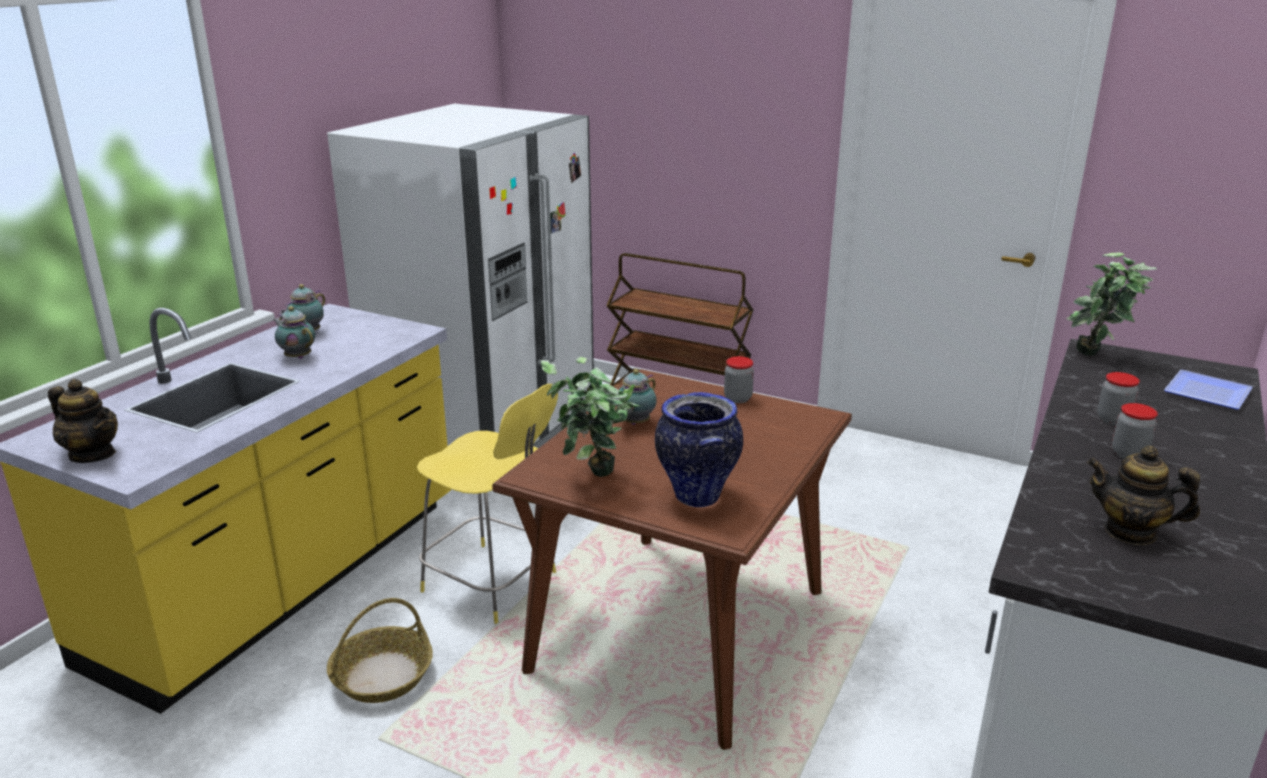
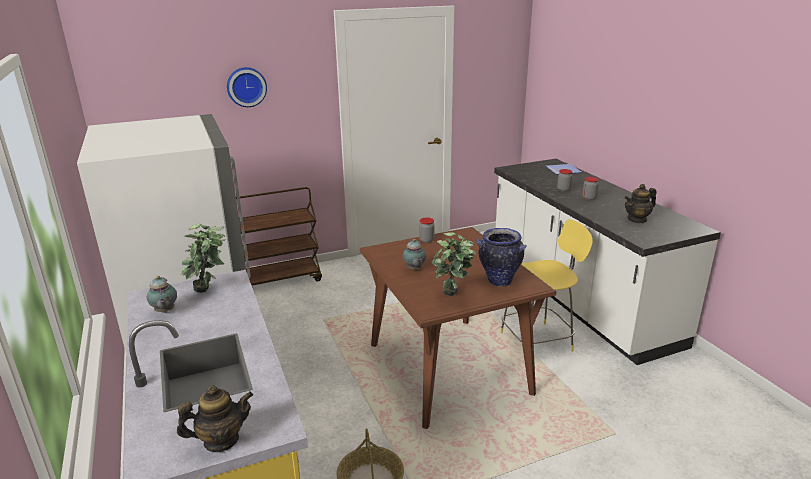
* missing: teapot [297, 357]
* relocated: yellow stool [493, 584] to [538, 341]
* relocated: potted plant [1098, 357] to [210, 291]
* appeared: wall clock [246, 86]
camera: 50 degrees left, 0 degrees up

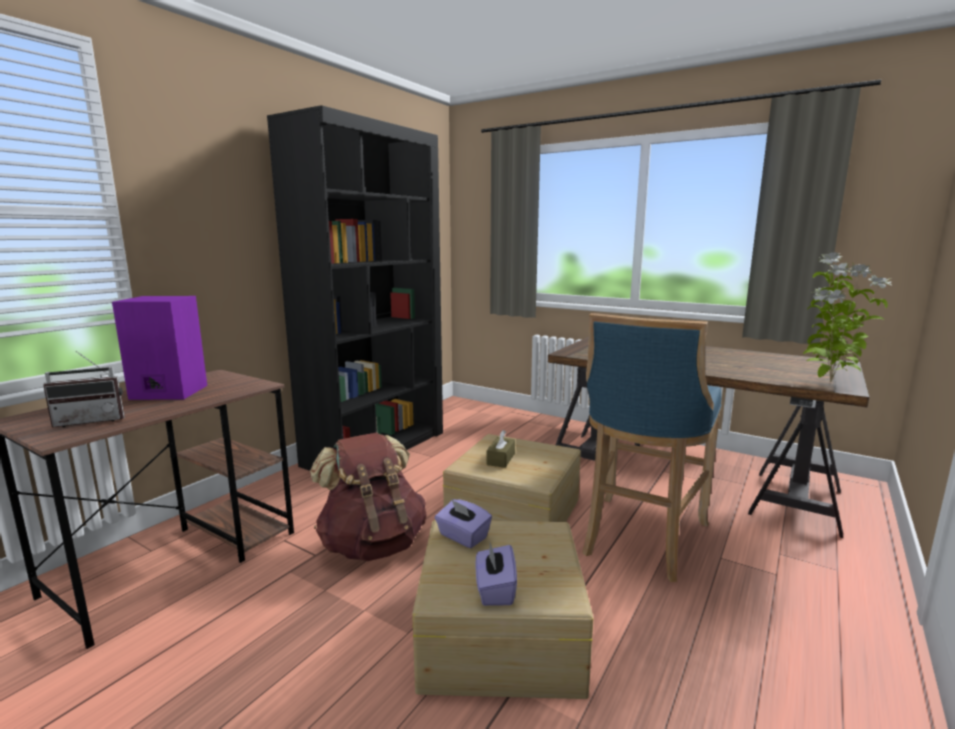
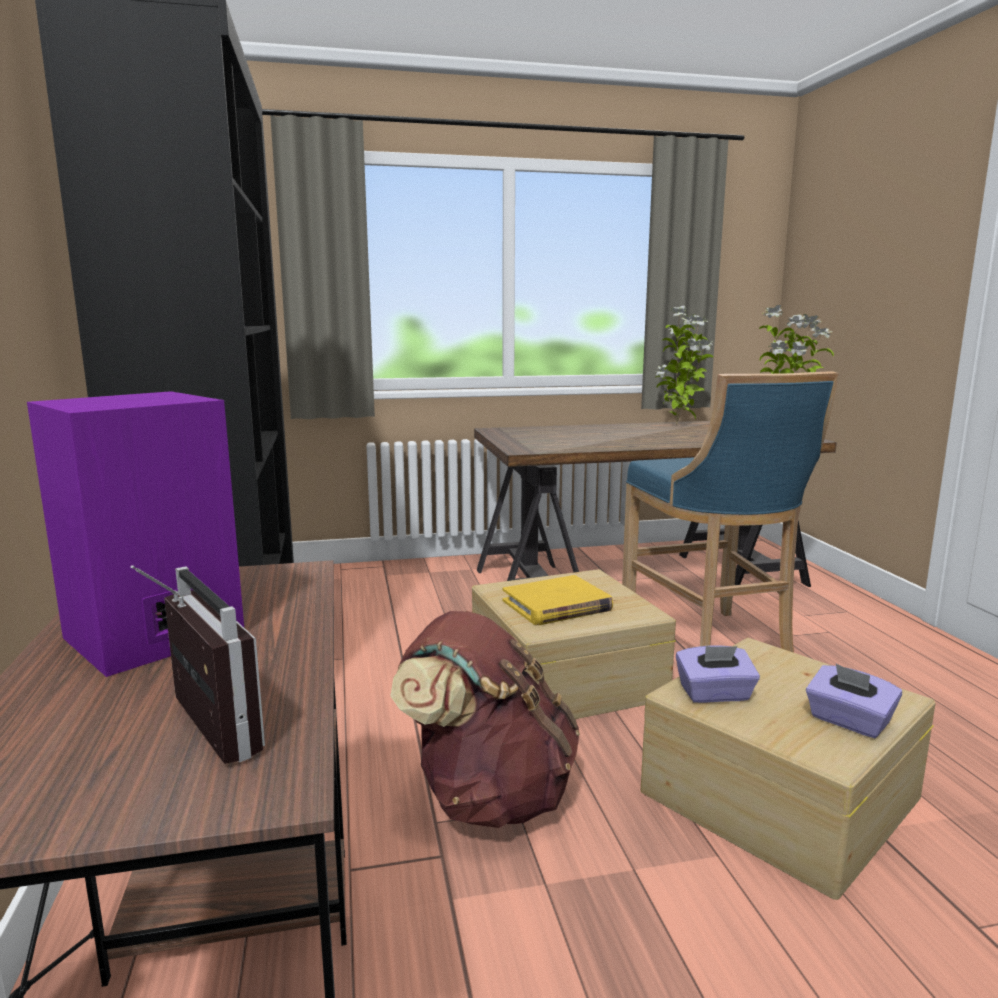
* spun: radio [92, 420] = [196, 732] 60 degrees counterclockwise
* exchanged: brown tissue box [501, 459] to yellow book [557, 605]
* appeared: potted plant [678, 424]
camera: 45 degrees left, 0 degrees up

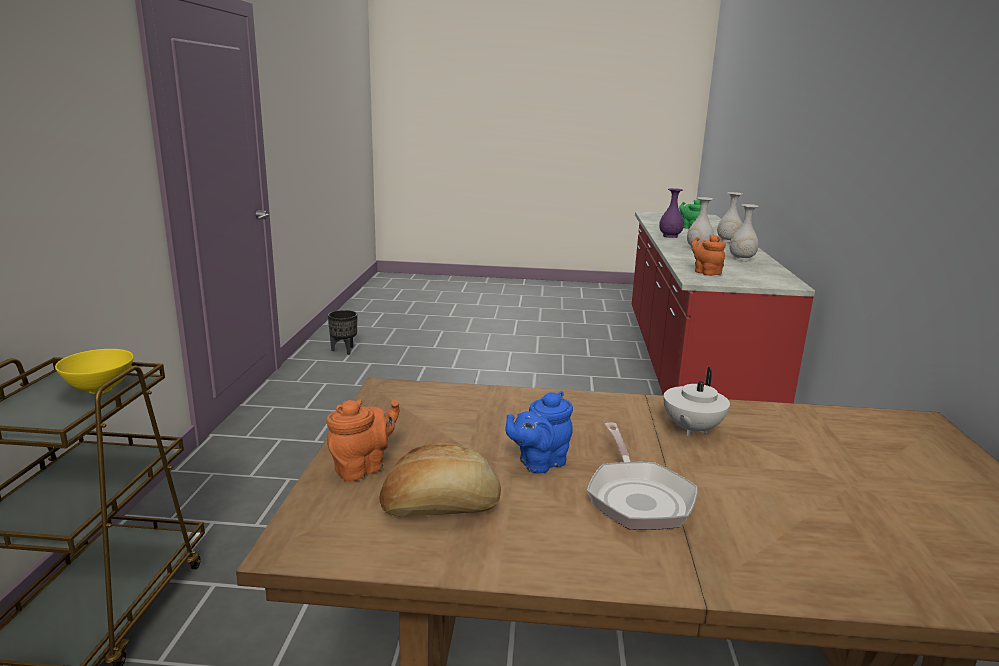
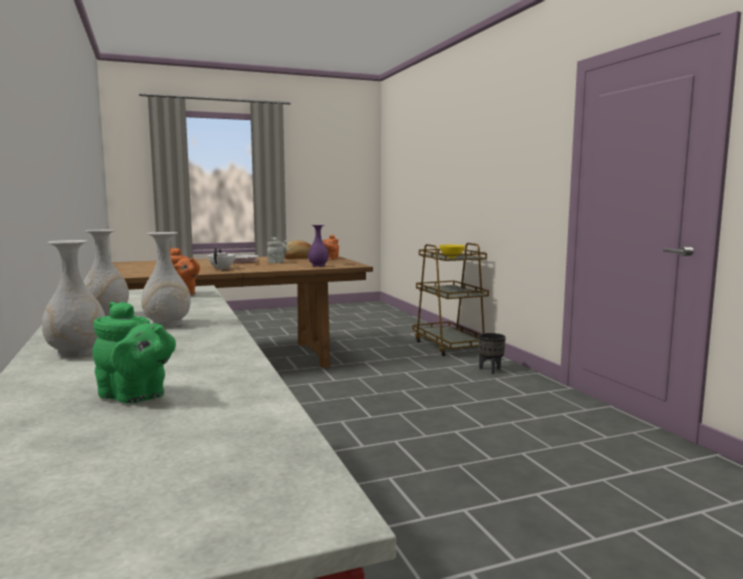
* relocated: black planter [344, 350] to [491, 370]
* colour: blue teapot [539, 463] to grey teapot [277, 262]
* relocated: purple vase [670, 236] to [318, 265]
camera: 155 degrees right, 10 degrees down

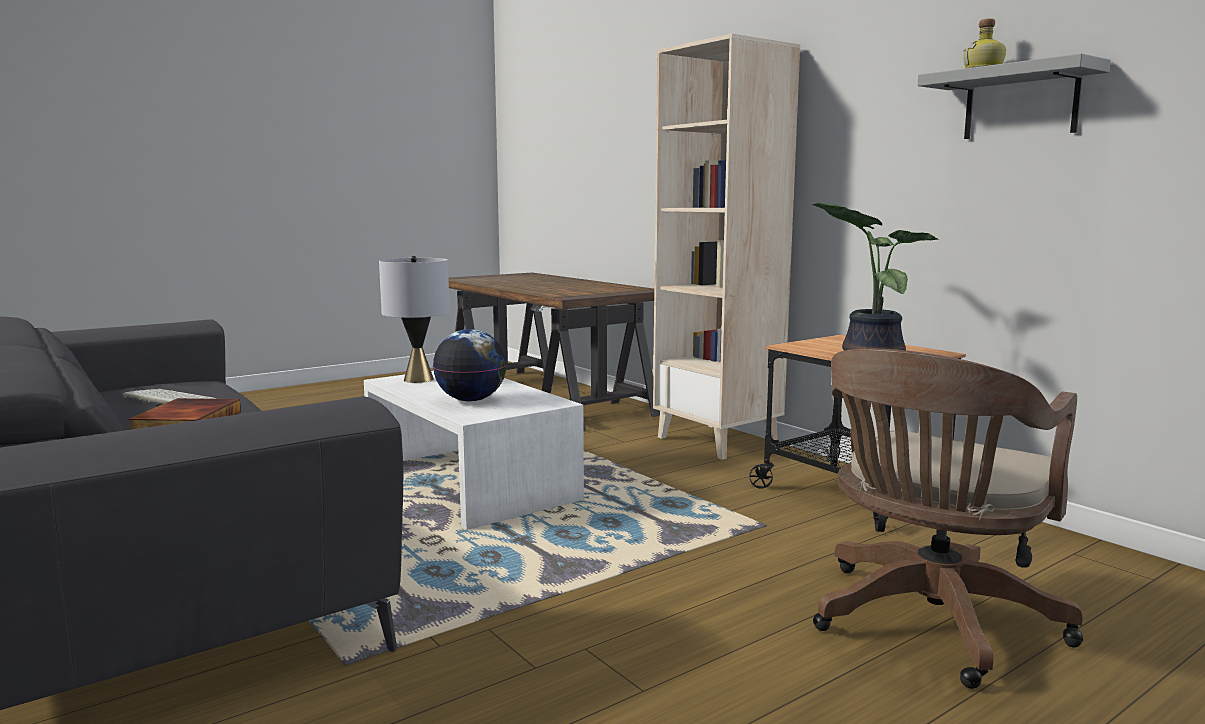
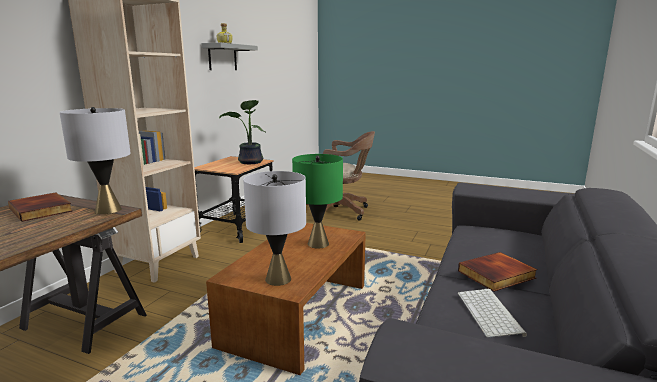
* colour: white coffee table [468, 482] to brown coffee table [298, 314]
* exchanged: globe [471, 400] to green table lamp [318, 244]
* appeared: book [42, 210]
* appeared: grey table lamp [108, 210]
camera: 120 degrees left, 5 degrees up

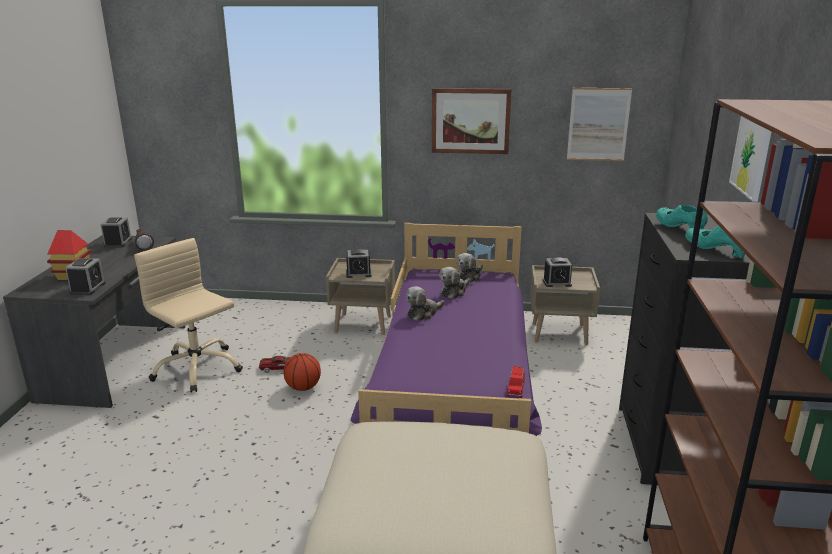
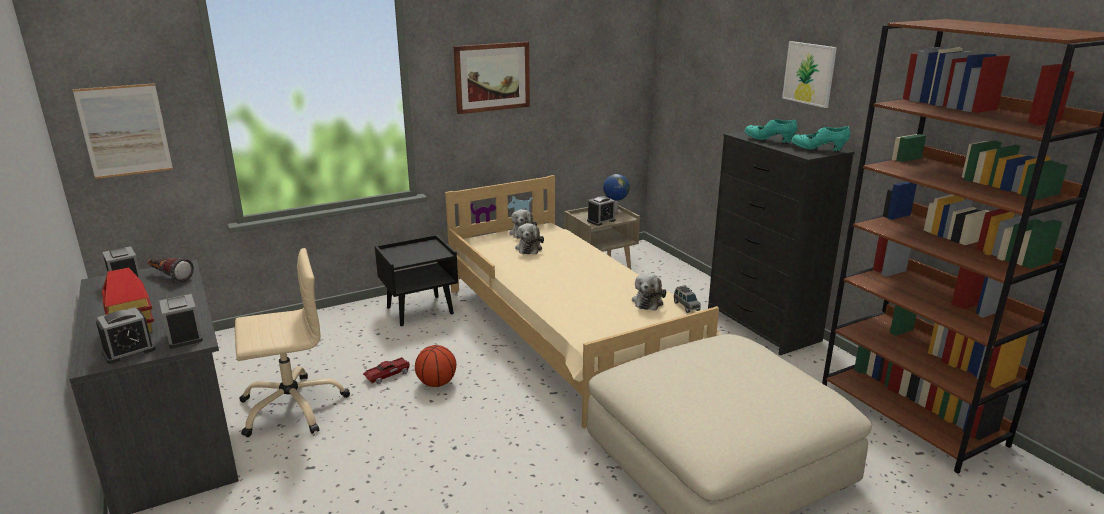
* spun: beige office chair [197, 369] = [292, 407] 150 degrees clockwise
* colour: beige nightstand [364, 324] to black nightstand [420, 310]
* relocated: alarm clock [358, 274] to [129, 351]
* colour: purple bed [454, 383] to beige bed [567, 333]
* relocated: plush toy [423, 313] to [648, 301]
* colour: red toy car [515, 389] to grey toy car [686, 306]
* relocated: picture [598, 124] to [125, 131]
* appeared: globe [615, 211]
camera: 35 degrees left, 0 degrees up

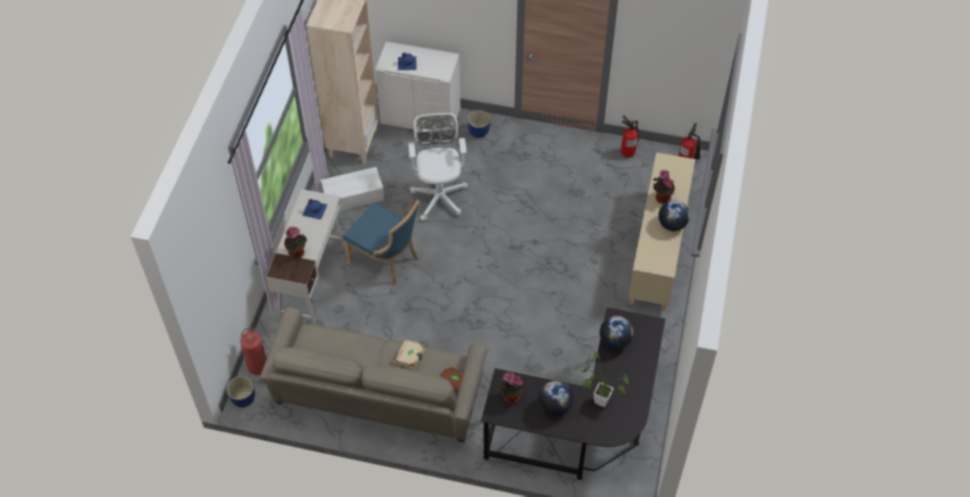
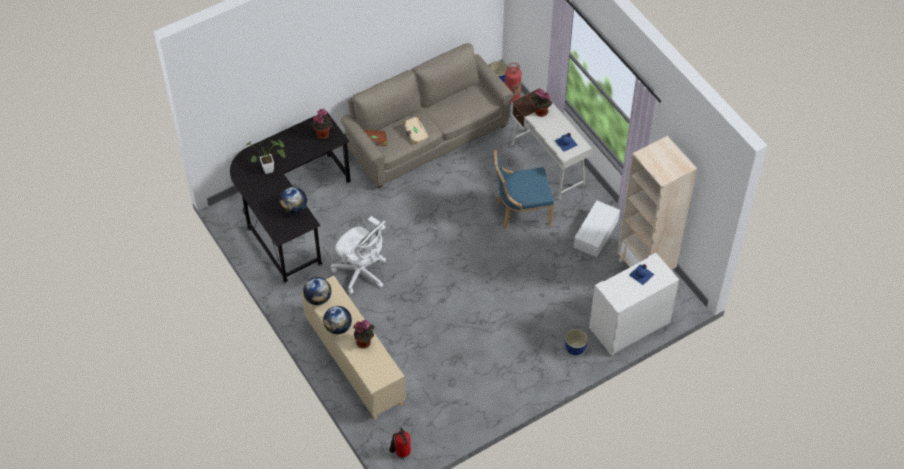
* relocated: white office chair [439, 195] to [361, 273]
* relocated: globe [555, 406] to [318, 298]
* missing: fire extinguisher [628, 151]
camera: 135 degrees right, 0 degrees up

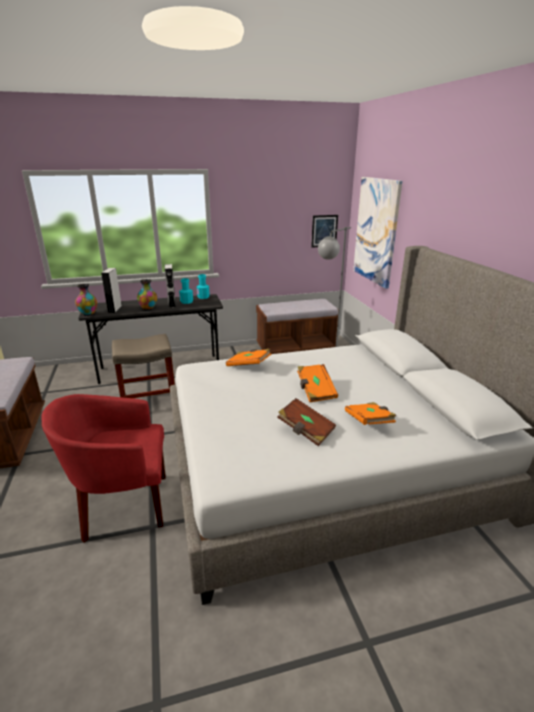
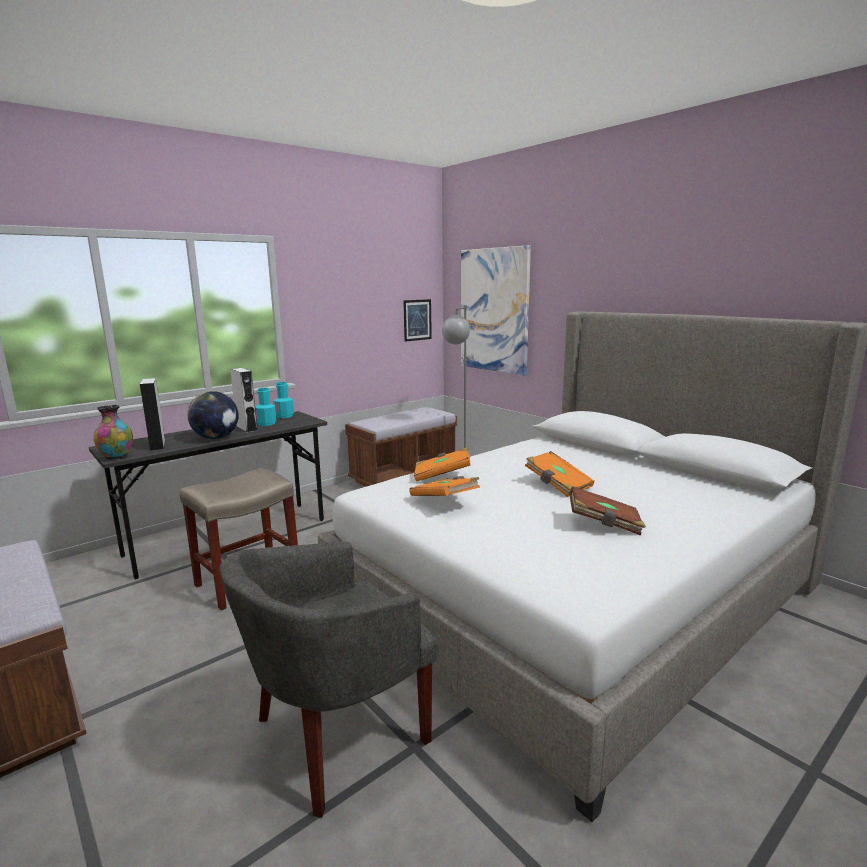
* colour: red armchair [122, 505] to grey armchair [336, 735]
* exchanged: vase [148, 309] to globe [216, 438]
* relocated: orange book [369, 422] to [445, 500]
camera: 25 degrees left, 10 degrees down

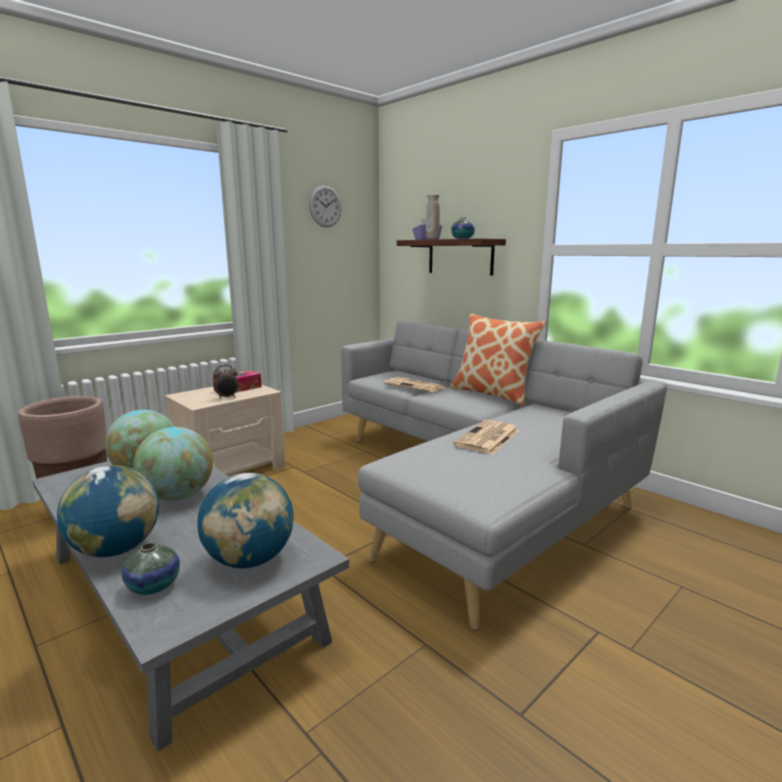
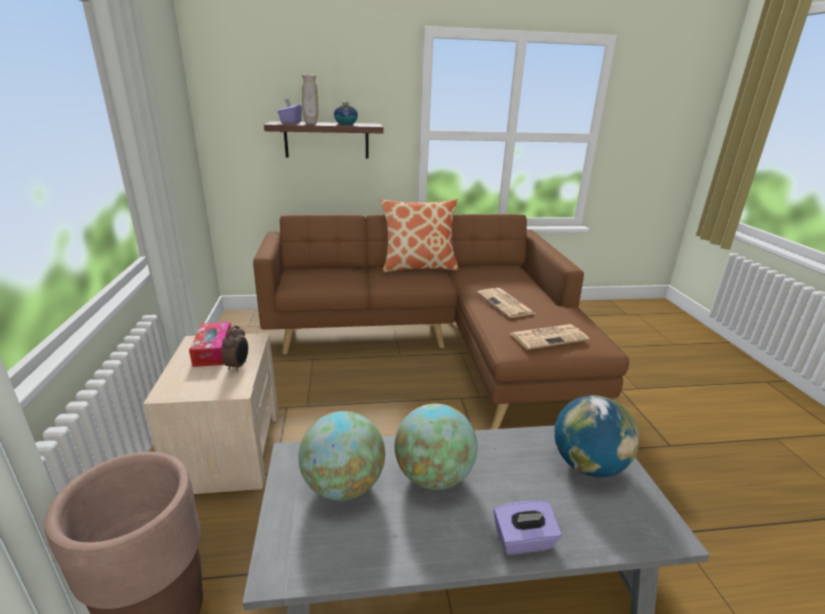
* exchanged: globe [116, 549] to purple tissue box [524, 541]
* missing: vase [153, 586]
* missing: wall clock [325, 206]
* colour: grey sofa [473, 490] to brown sofa [441, 348]
* relocated: newspaper [415, 386] to [549, 337]
camera: 55 degrees left, 10 degrees up

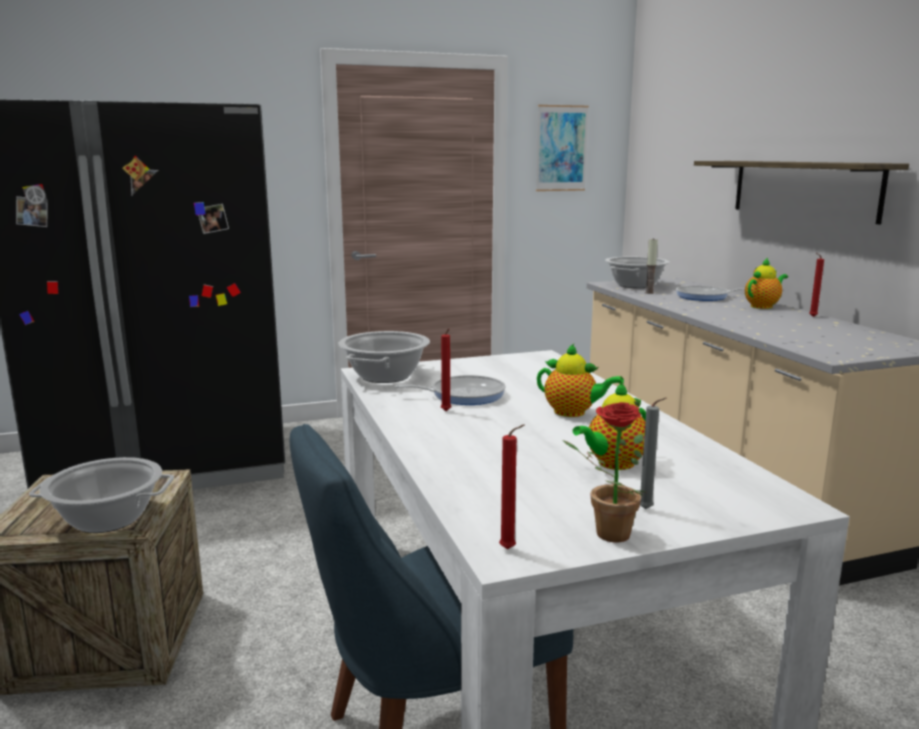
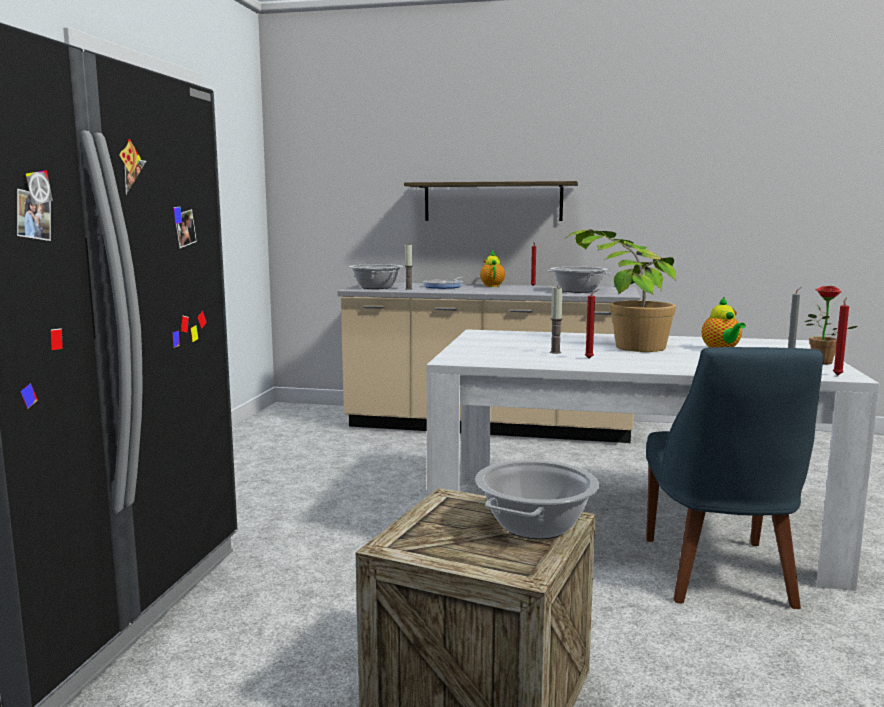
* relocated: cooking pot [385, 376] to [577, 291]
* exchanged: frying pan [463, 395] to candle [555, 352]
* missing: picture [561, 148]
* exchanged: teapot [573, 412] to potted plant [622, 343]
camera: 60 degrees left, 5 degrees down

